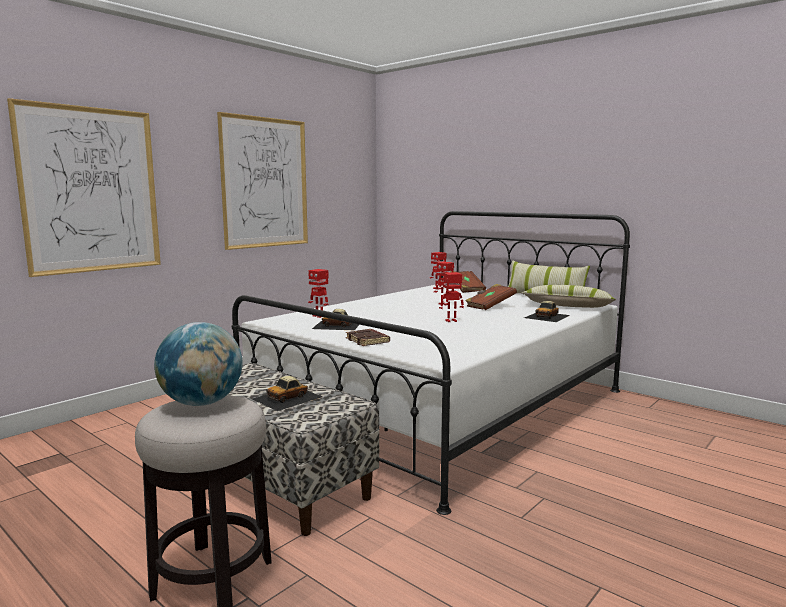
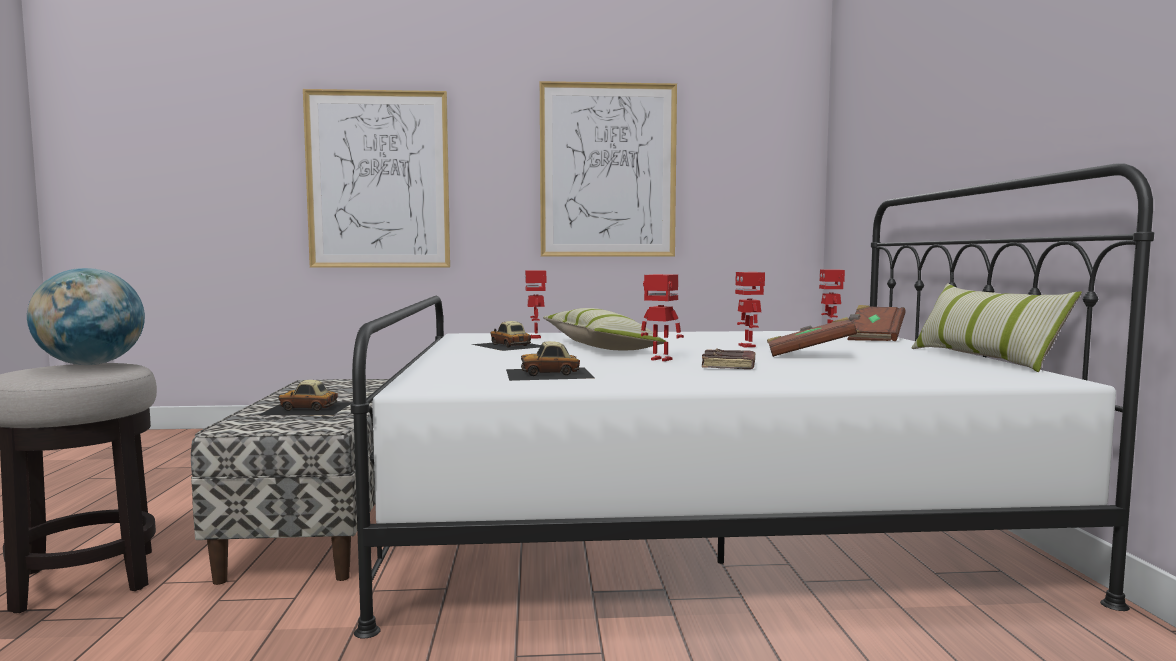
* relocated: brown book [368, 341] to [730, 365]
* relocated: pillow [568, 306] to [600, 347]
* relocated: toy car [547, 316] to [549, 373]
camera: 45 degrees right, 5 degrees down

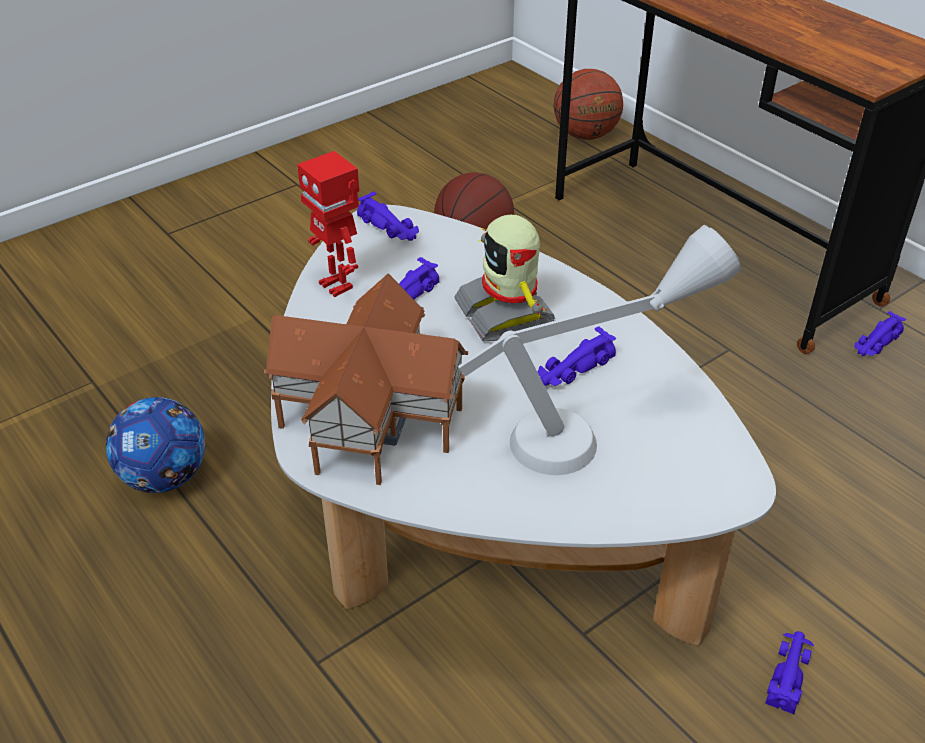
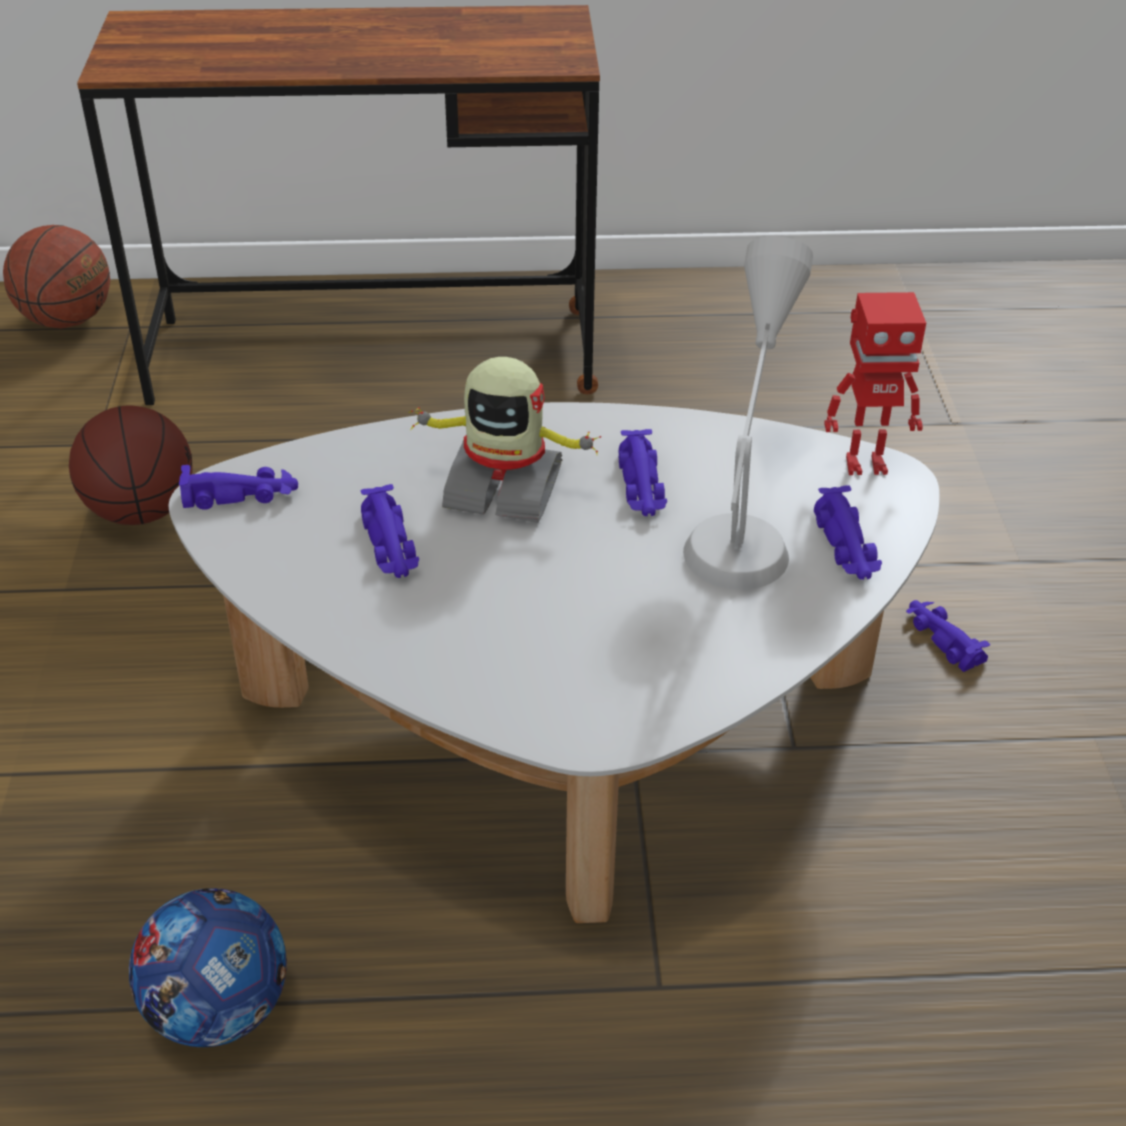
* missing: toy house [369, 416]
* relocated: toy robot [337, 285] to [864, 464]
* relocated: purple toy car [876, 343] to [846, 546]
camera: 55 degrees left, 0 degrees up

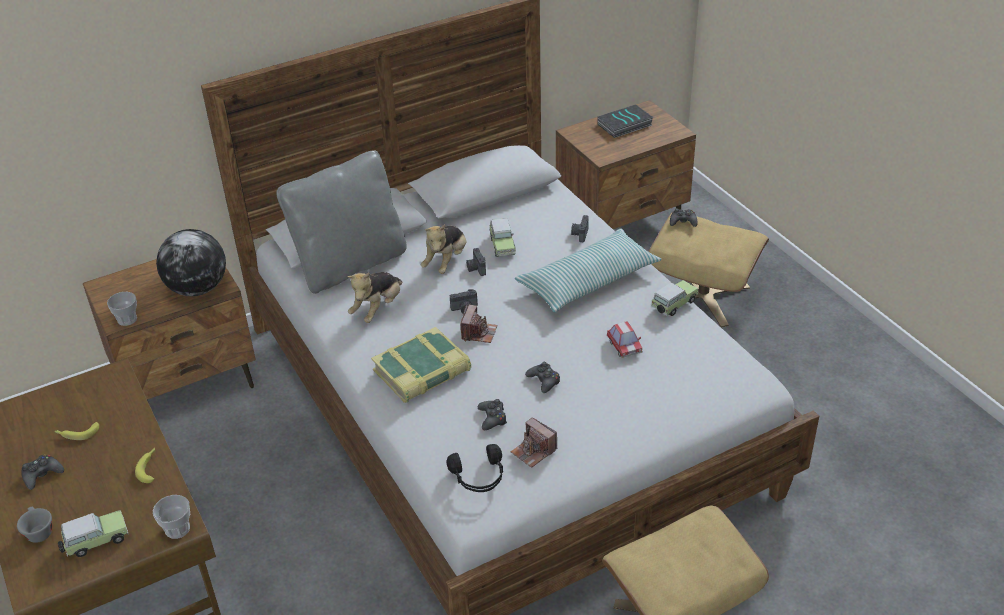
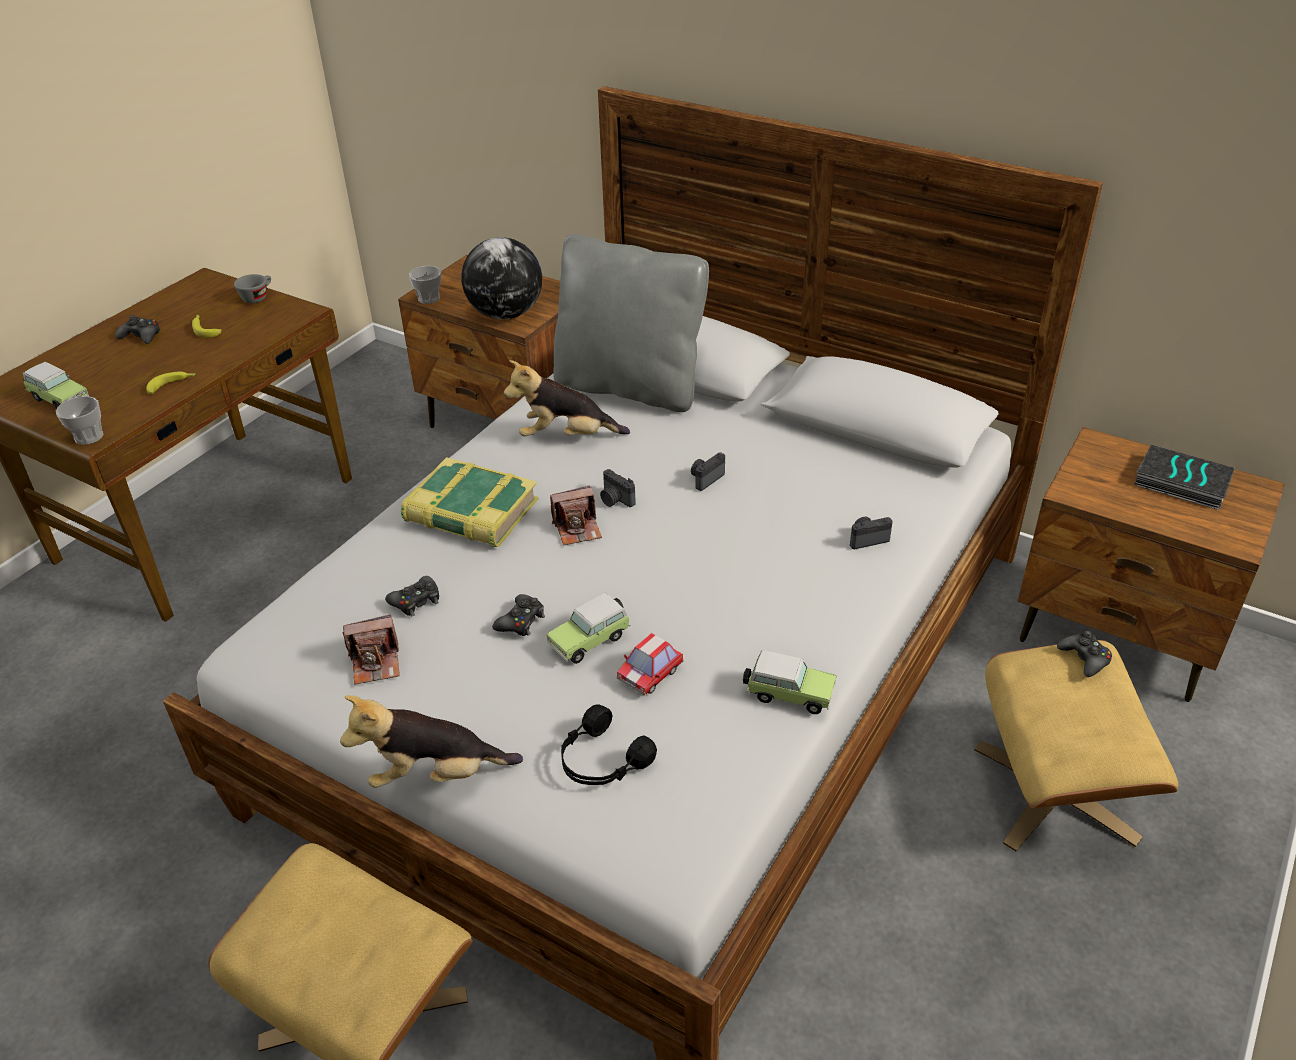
* relocated: grey cup [38, 531] to [257, 297]
* relocated: plush toy [446, 261] to [435, 775]
* relocated: black headphones [479, 477] to [601, 761]
* relocated: toy car [502, 245] to [591, 640]
* spun: photo camera [533, 451] = [376, 663] 120 degrees counterclockwise
* missing: pillow [588, 281]
camera: 60 degrees right, 0 degrees up

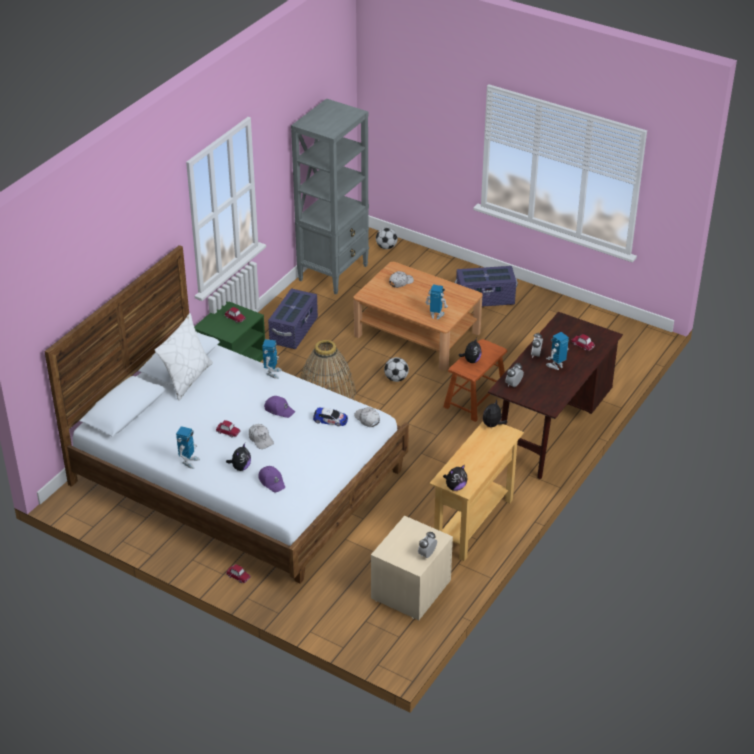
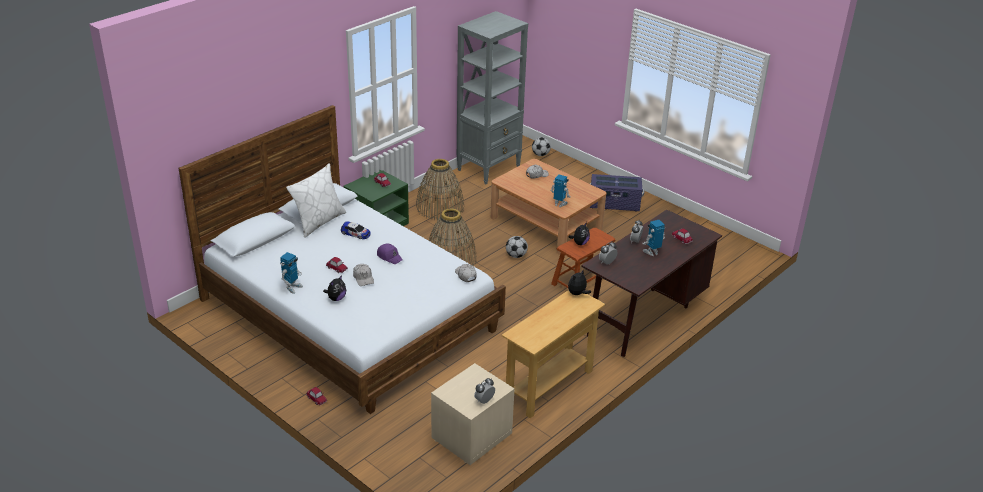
* missing: purple cap [272, 481]
* missing: toy robot [272, 373]
* exchanged: purple storage box [294, 331] to basket [440, 207]
* relocated: toy car [330, 420] to [355, 233]
* missing: plush toy [455, 487]
camera: 10 degrees right, 5 degrees down

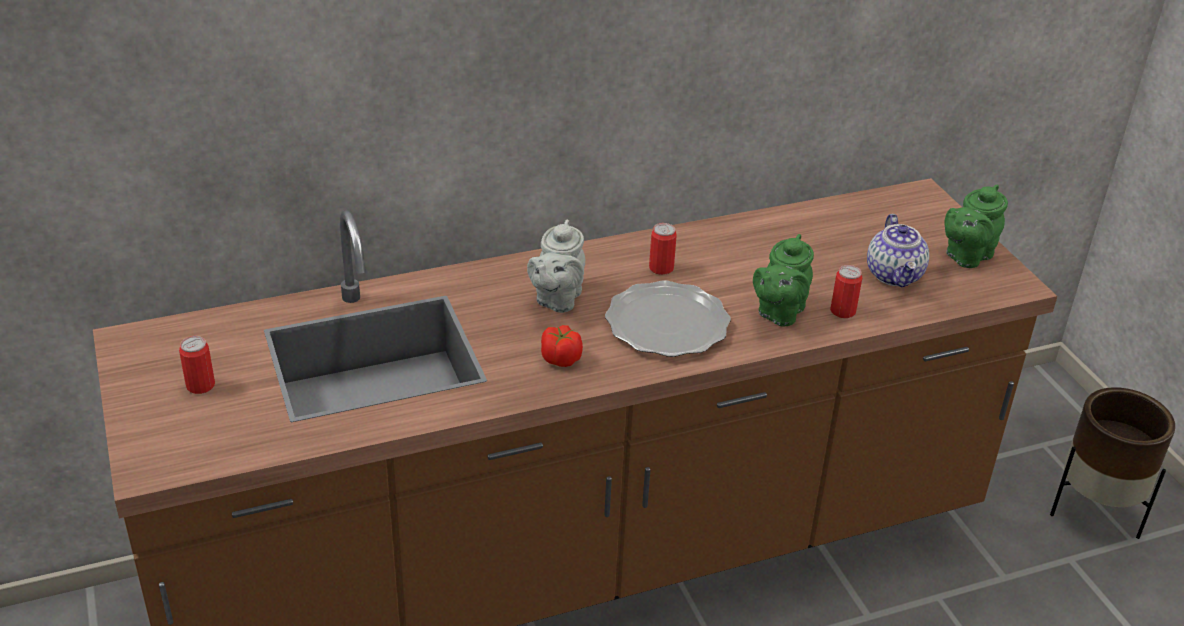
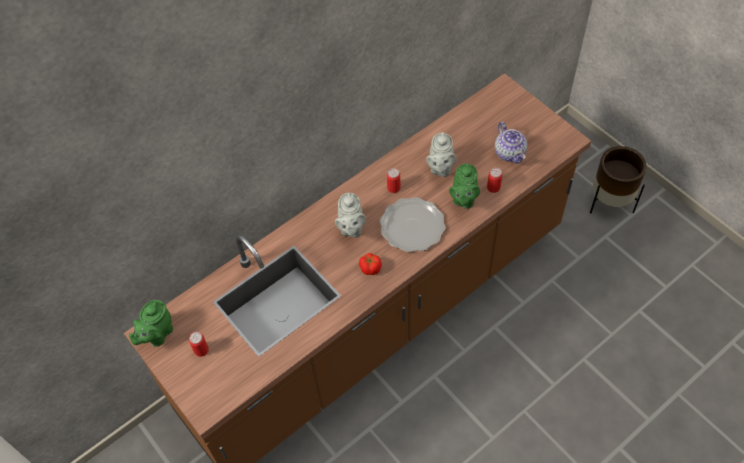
* relocated: green teapot [966, 256] to [157, 334]
* appeared: grey teapot [440, 168]
camera: 15 degrees left, 20 degrees up

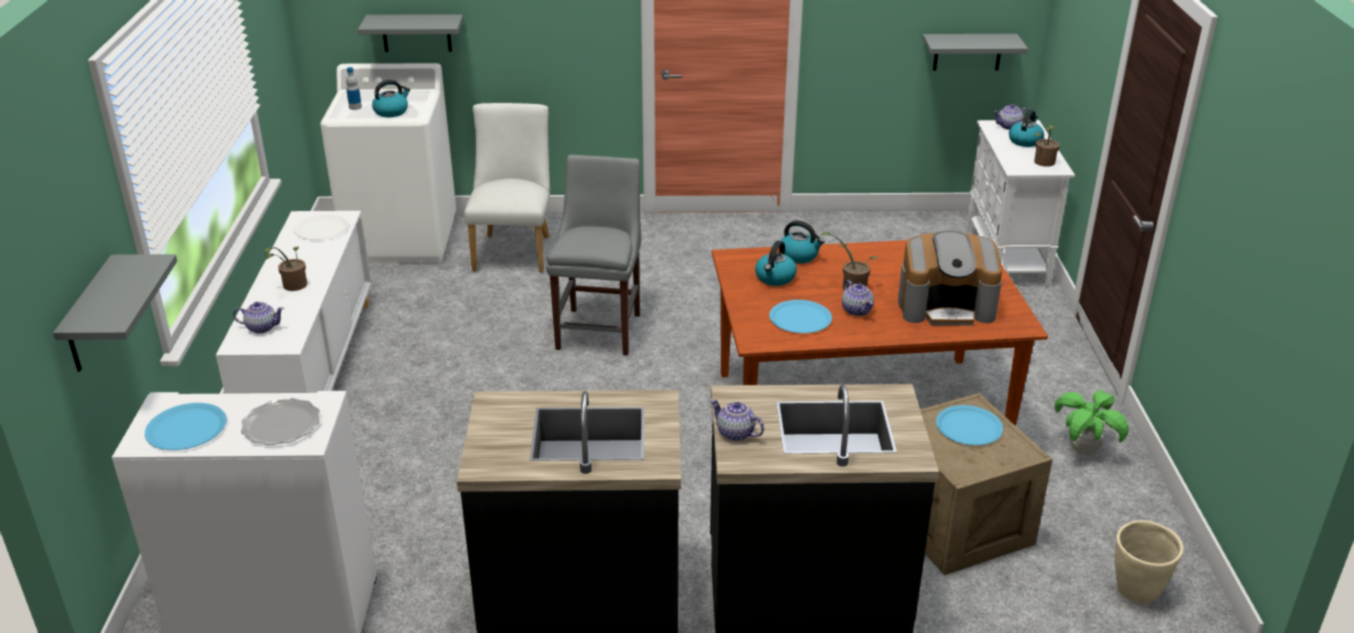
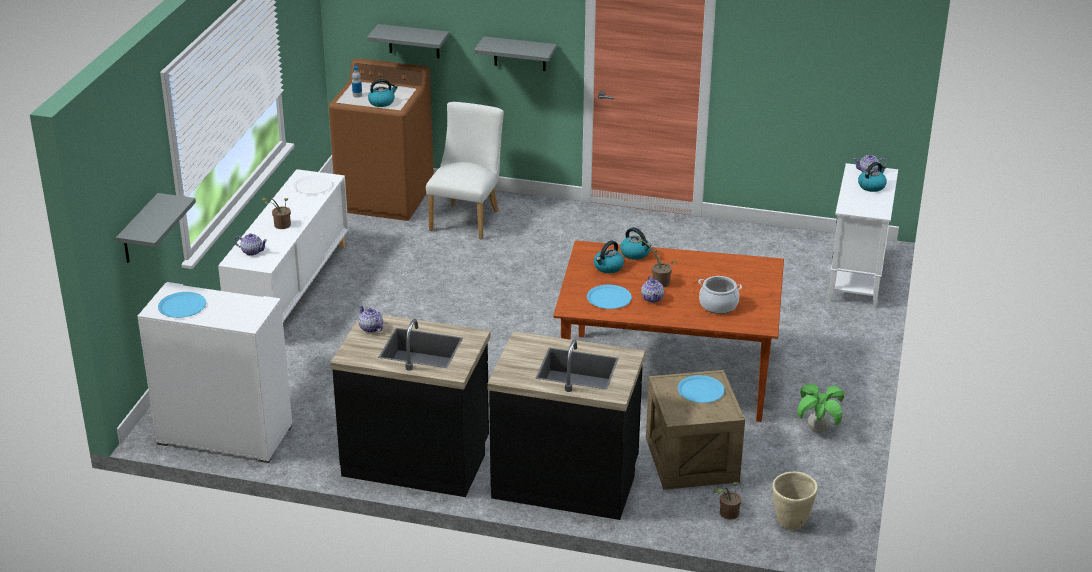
* missing: plate [282, 425]
* colour: white washing machine [402, 239] to brown washing machine [386, 198]
* missing: grey chair [600, 328]
* relocated: teapot [736, 433] to [371, 328]
* exchanged: coffee machine [946, 306] to cooking pot [718, 305]
* relocated: grey shelf [967, 51] to [520, 54]
* relocated: potted plant [1043, 163] to [727, 514]
camera: 15 degrees right, 0 degrees up

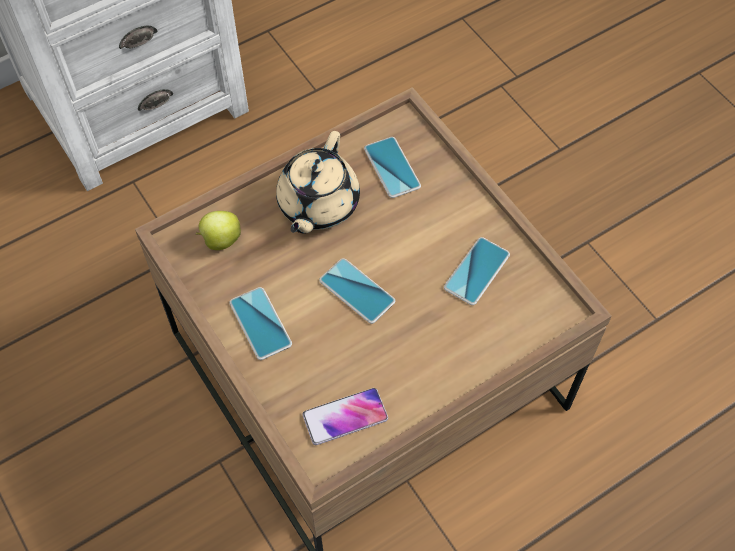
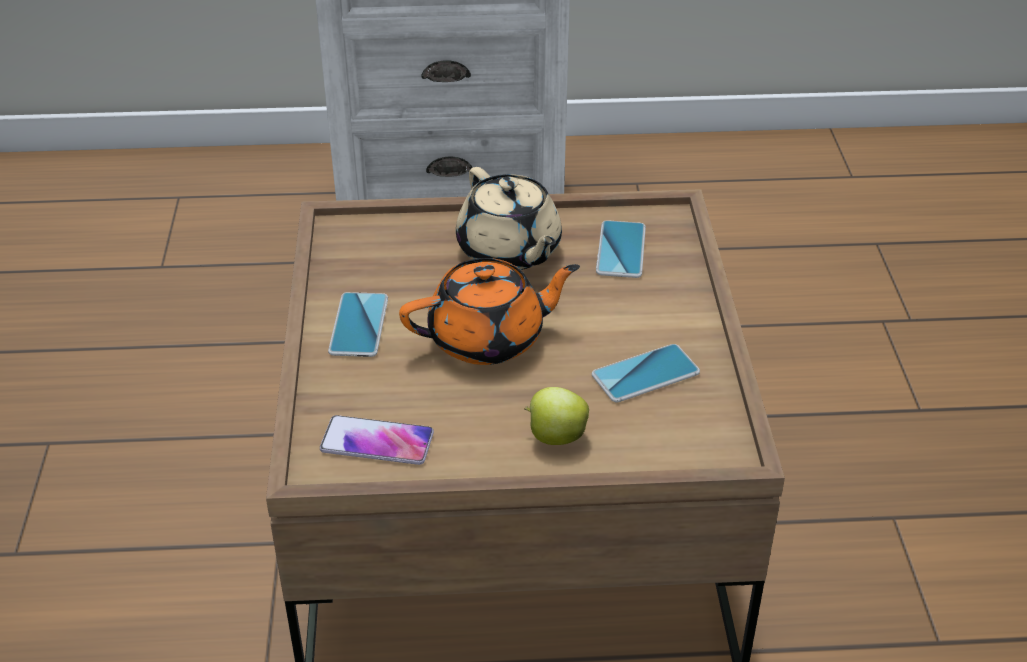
* relocated: apple [220, 240] to [555, 436]
* spun: beige teapot [317, 204] = [509, 251] 75 degrees counterclockwise
* exchanged: phone [357, 291] to orange teapot [489, 338]
camera: 30 degrees right, 20 degrees down

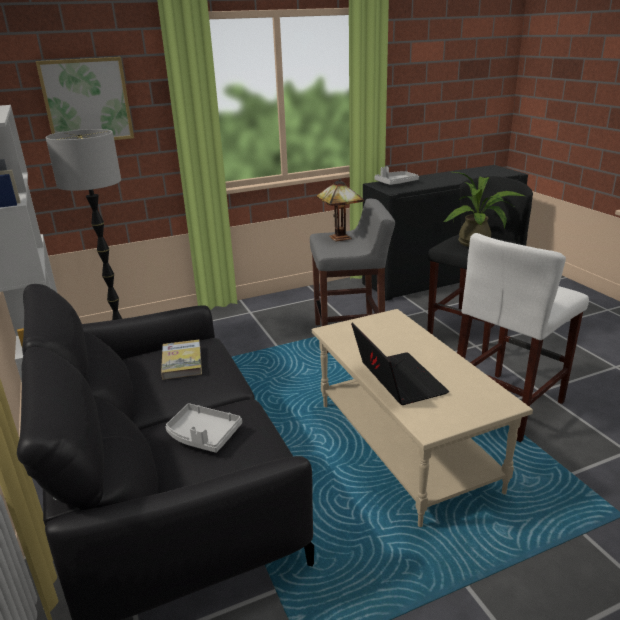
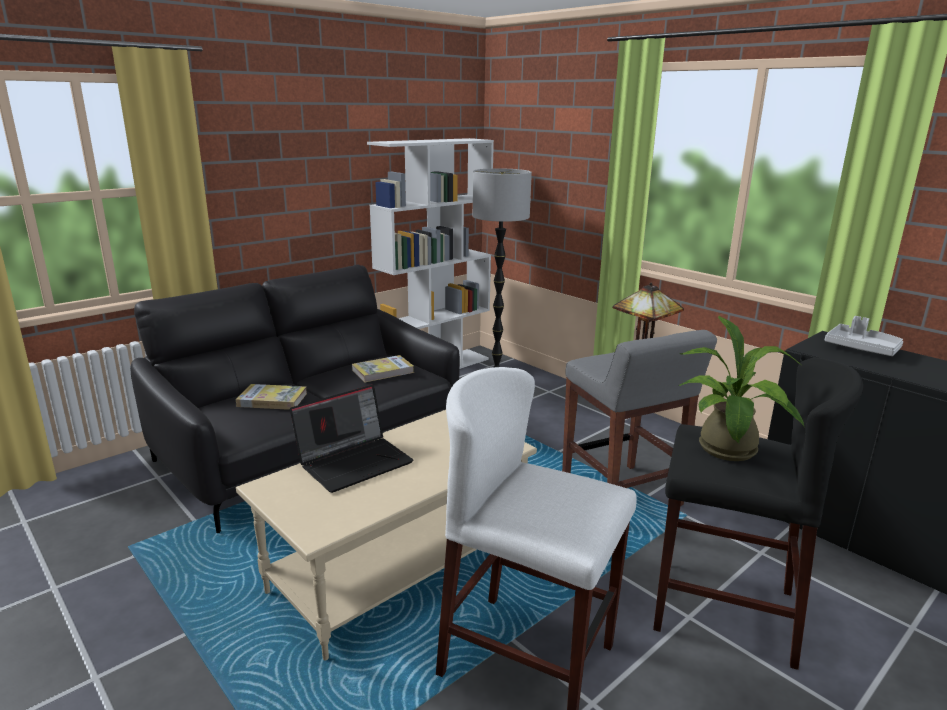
* missing: picture [87, 101]
* exchanged: grey tray [203, 435] to book [272, 400]
camera: 70 degrees right, 5 degrees down

